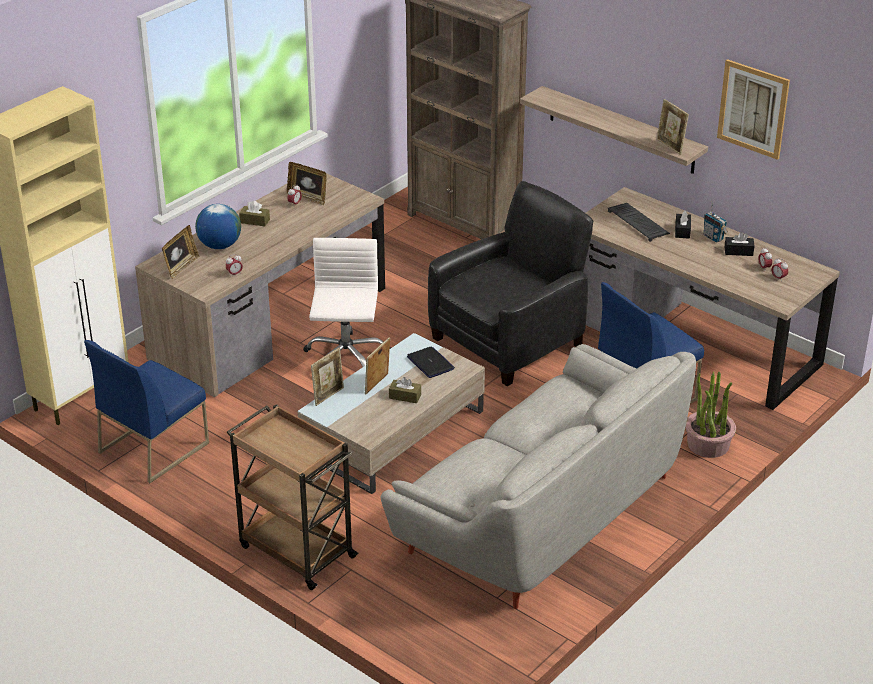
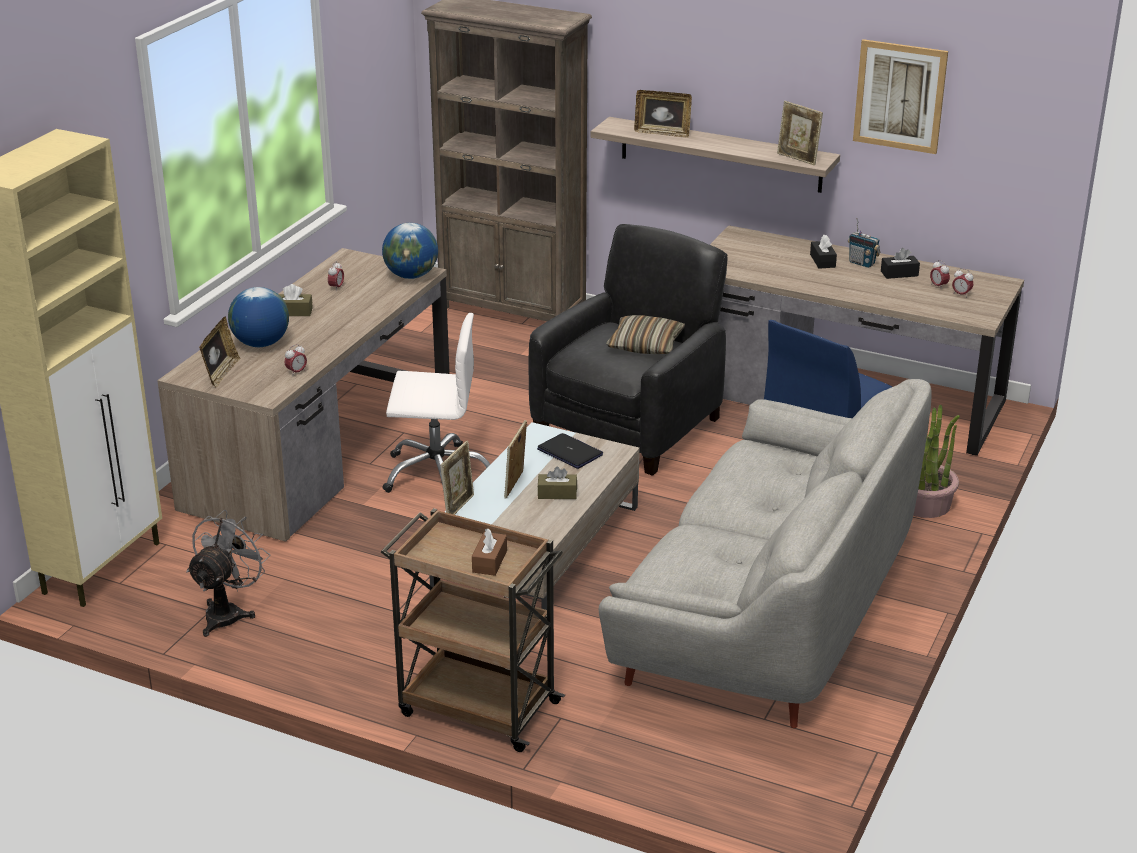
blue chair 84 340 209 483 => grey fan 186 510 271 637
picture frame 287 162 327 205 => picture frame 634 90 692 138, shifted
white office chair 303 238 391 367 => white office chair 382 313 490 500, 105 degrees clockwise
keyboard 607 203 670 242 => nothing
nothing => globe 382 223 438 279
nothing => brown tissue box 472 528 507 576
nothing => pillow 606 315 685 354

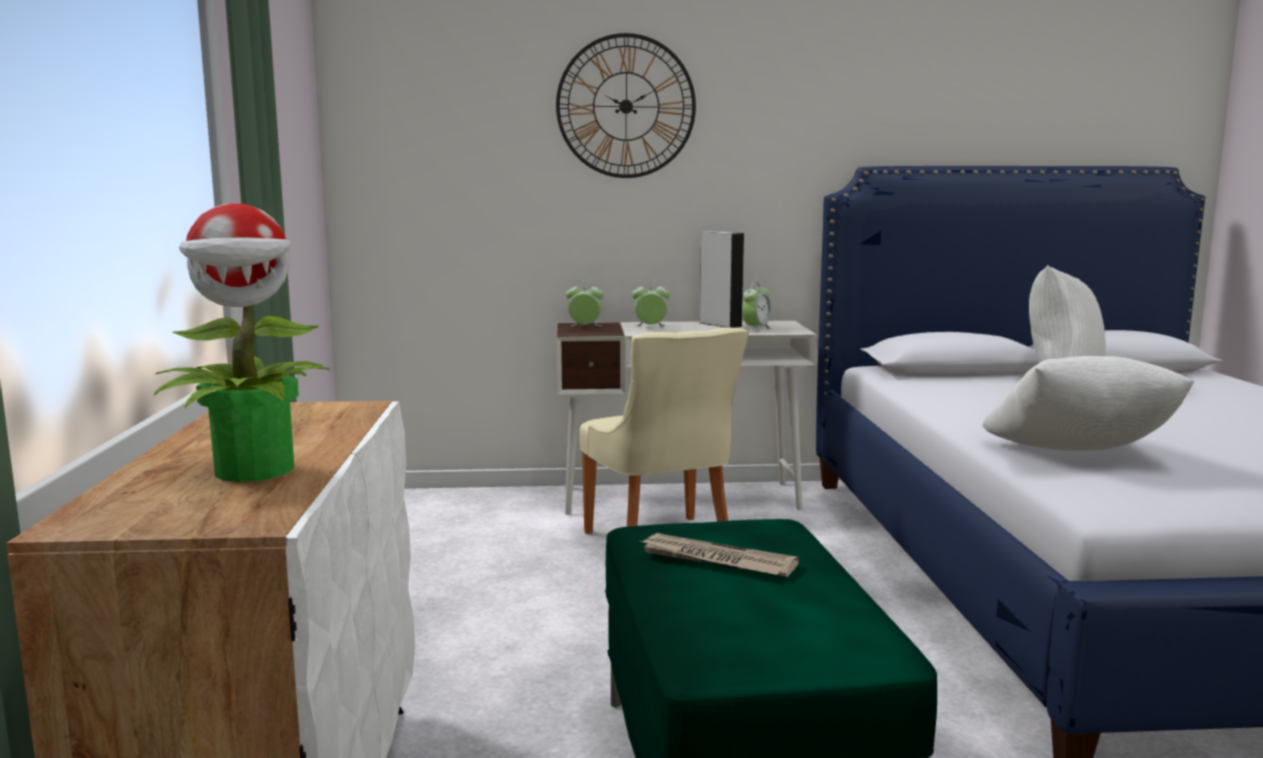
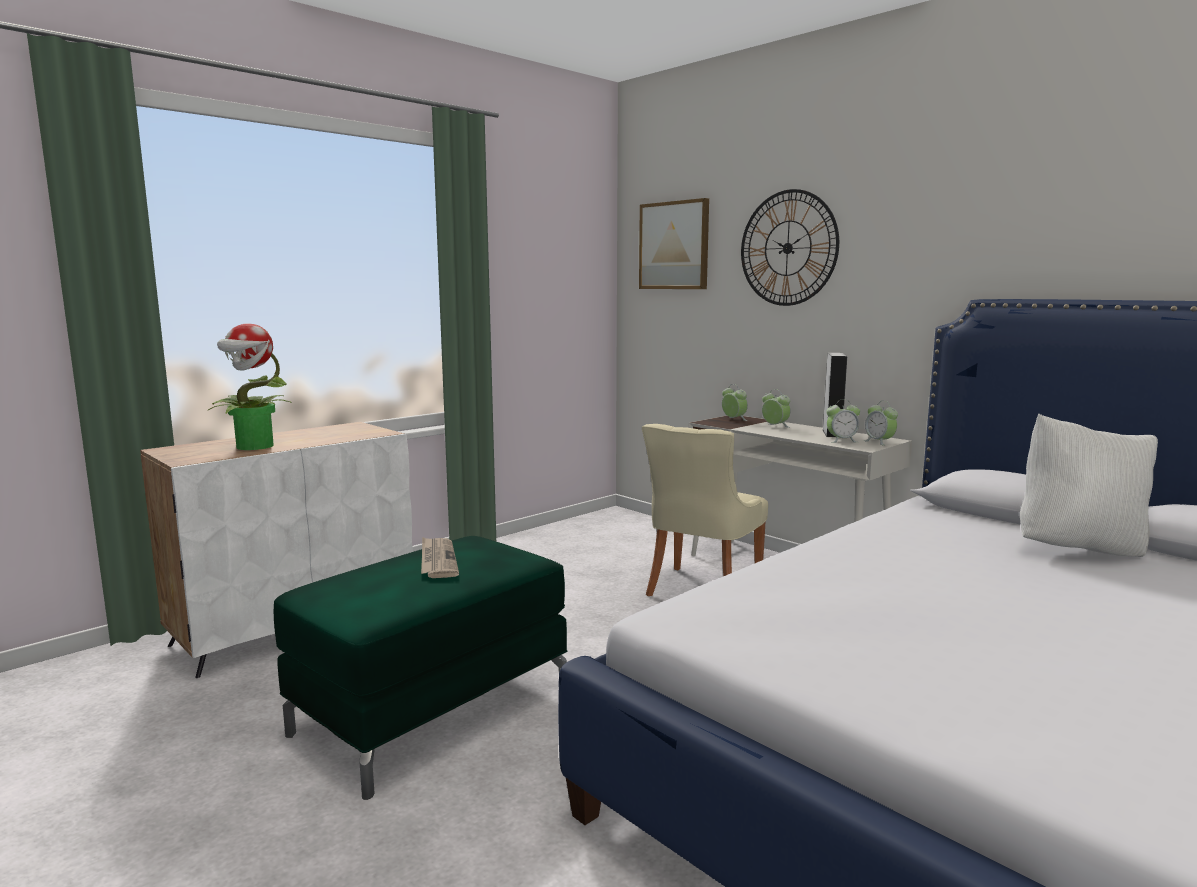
white pillow 982 356 1194 451 => nothing
nothing => picture 639 198 709 289
nothing => alarm clock 863 401 898 446

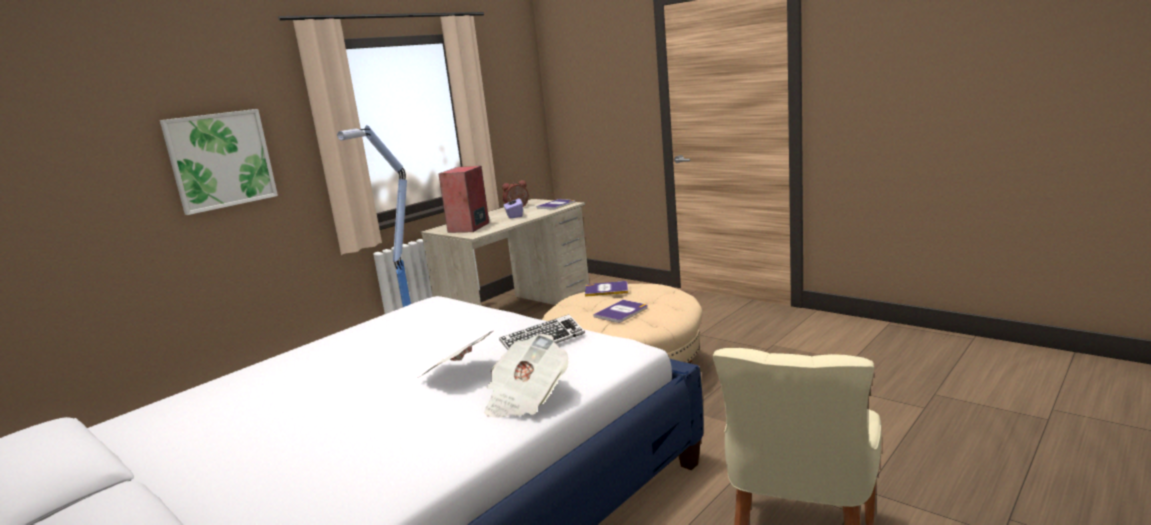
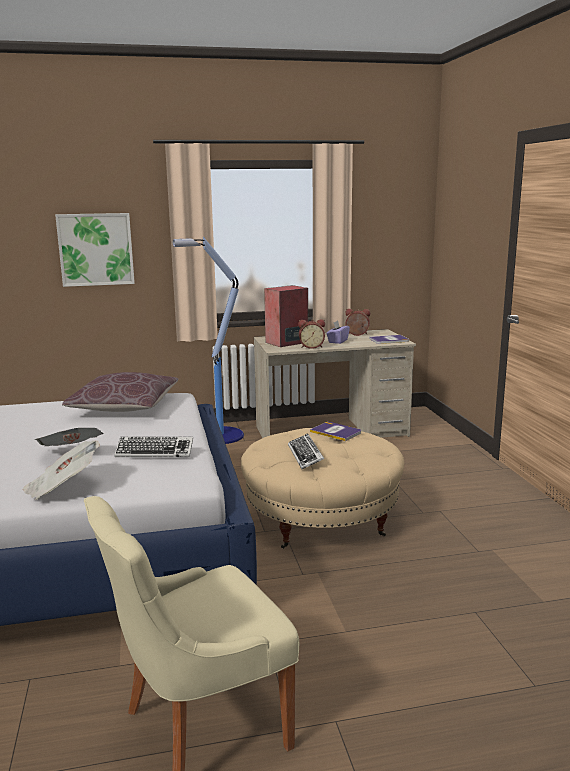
book 593 300 648 323 => keyboard 288 434 324 469
nothing => brown pillow 62 372 178 412
nothing => alarm clock 298 319 325 349

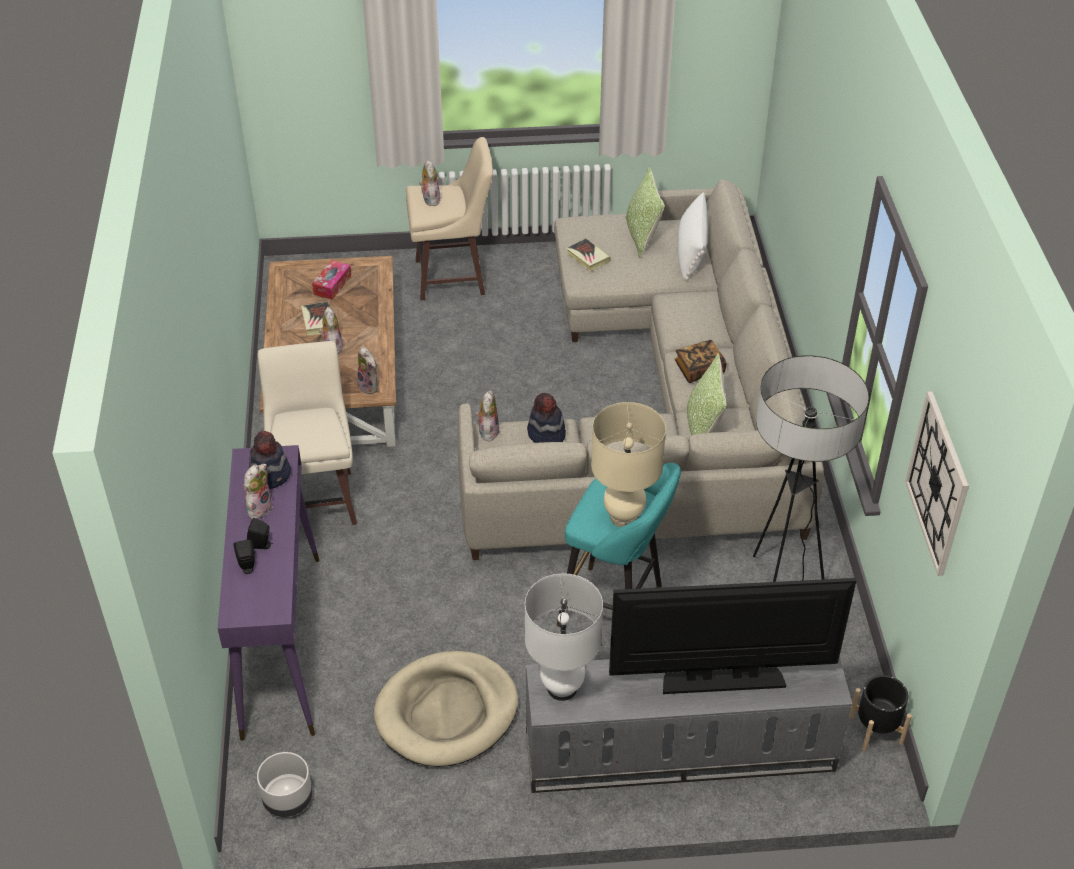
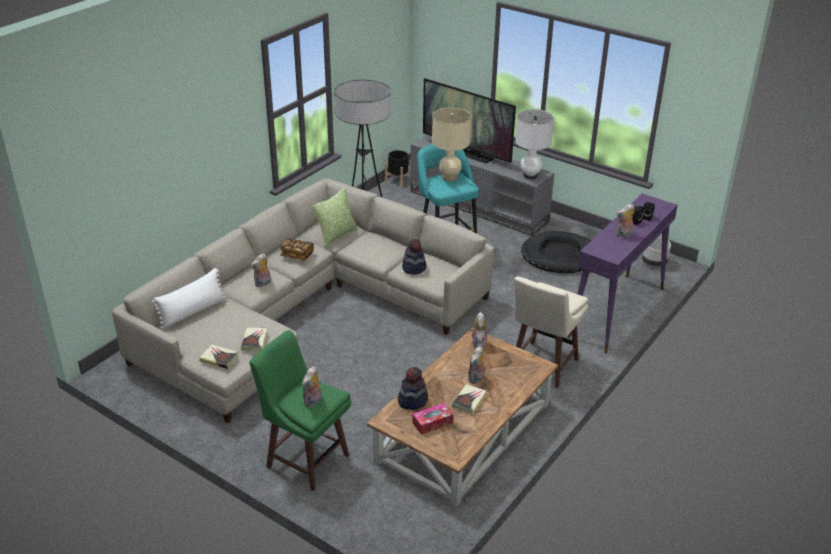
hat 249 431 291 489 => hat 398 367 428 410, shifted
beige dog bed 374 651 518 767 => black dog bed 521 231 591 273
beige stool 406 137 493 300 => green stool 249 330 351 492
plush toy 475 391 499 441 => plush toy 251 253 271 287, shifted
pillow 625 167 665 258 => nothing
wall clock 905 391 969 576 => nothing
nothing => book 199 344 238 369

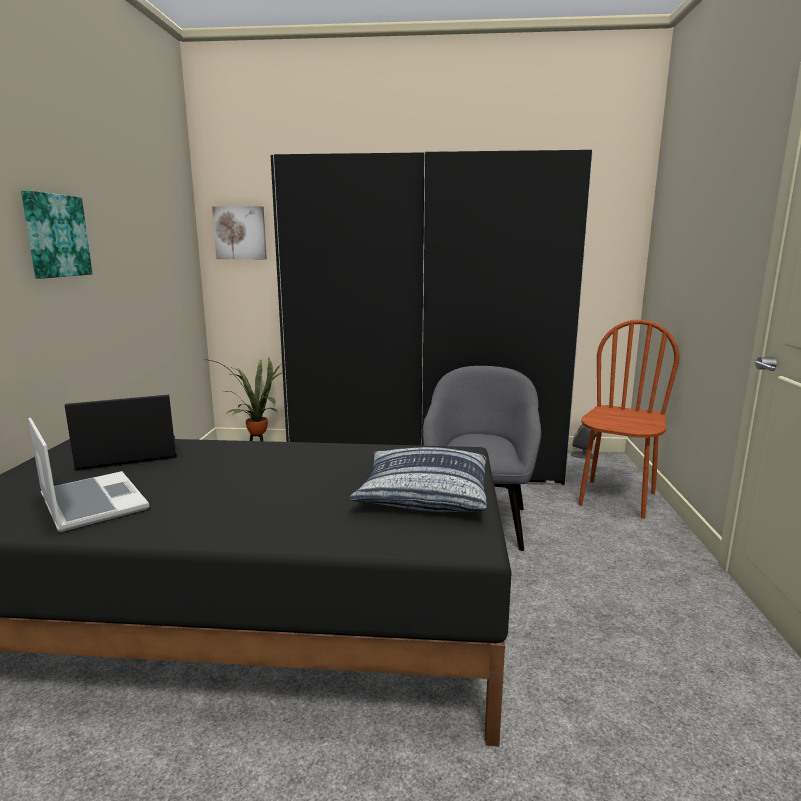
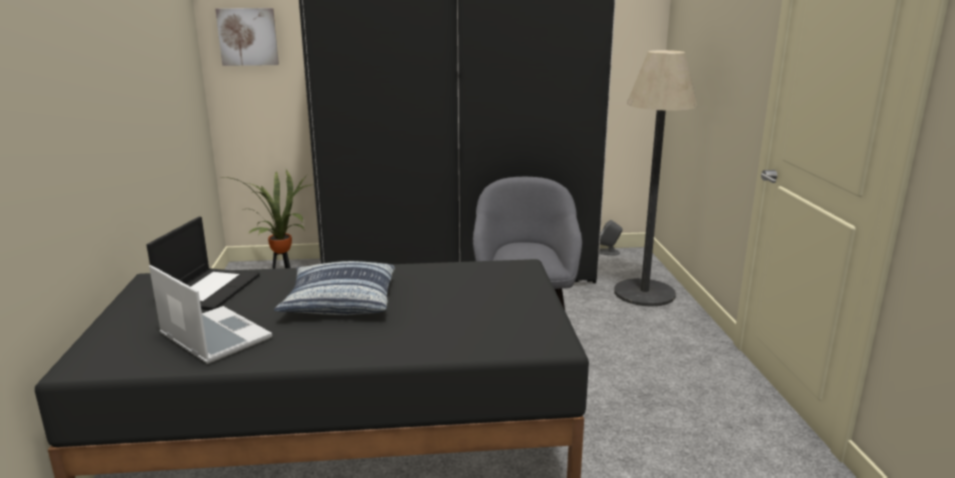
picture 21 191 92 278 => nothing
laptop 65 395 177 470 => laptop 146 217 260 310, 135 degrees clockwise
pillow 349 447 487 512 => pillow 274 261 395 315, shifted
brown chair 579 319 679 519 => floor lamp 614 50 698 307

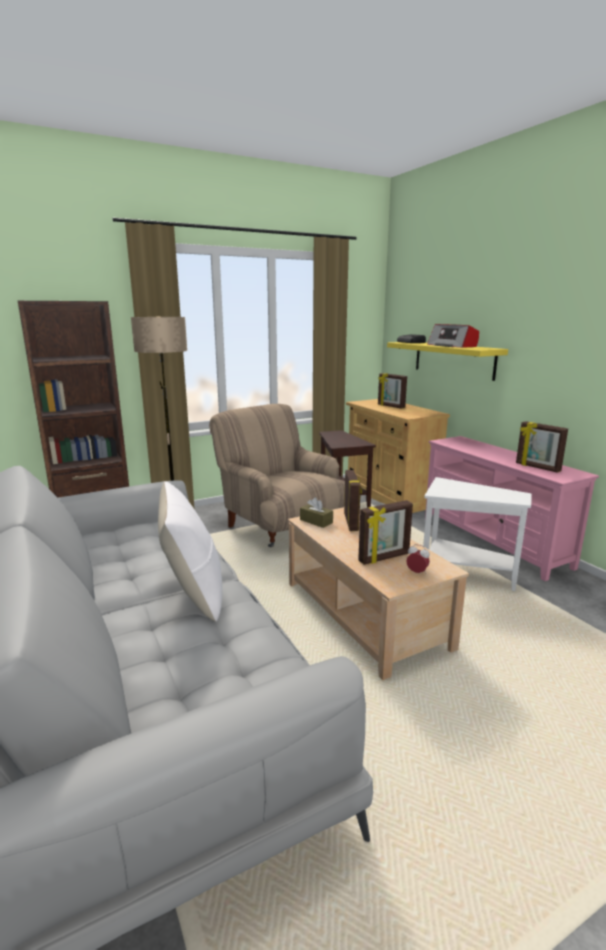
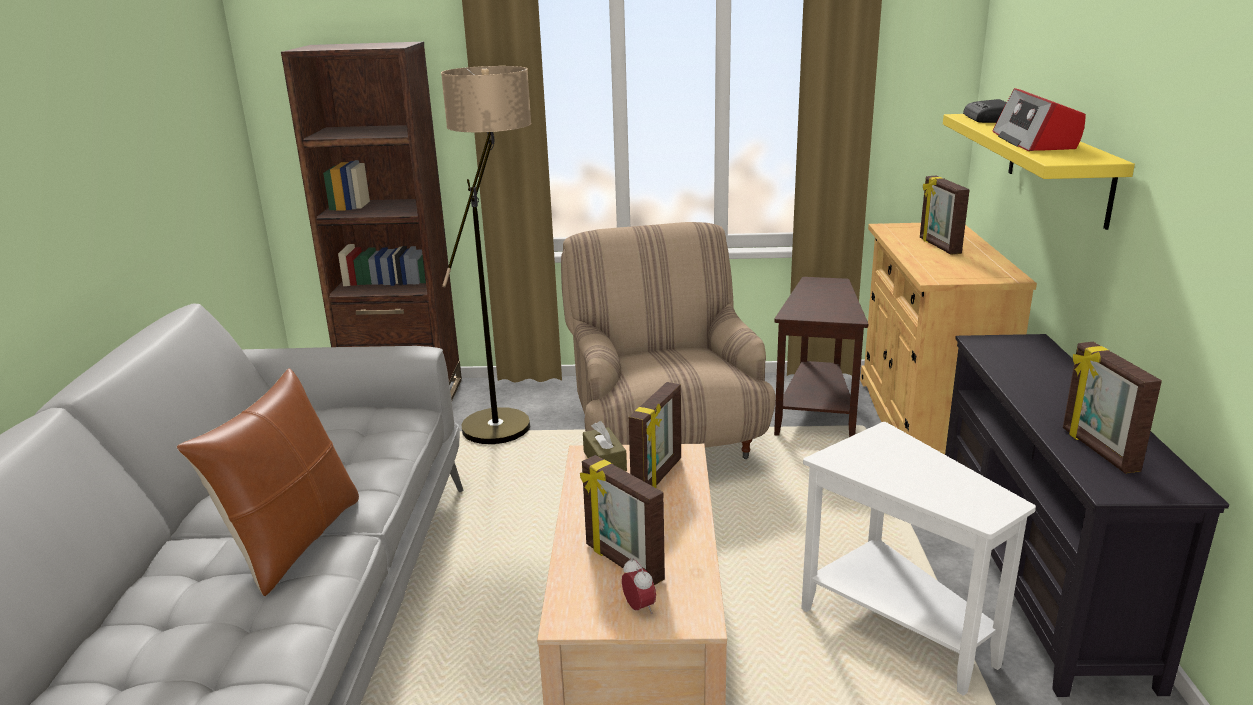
white pillow 158 481 222 622 => brown pillow 177 368 359 596
picture frame 358 500 413 565 => picture frame 580 455 665 585, 45 degrees clockwise
pink tv stand 425 436 599 581 => black tv stand 945 334 1229 697

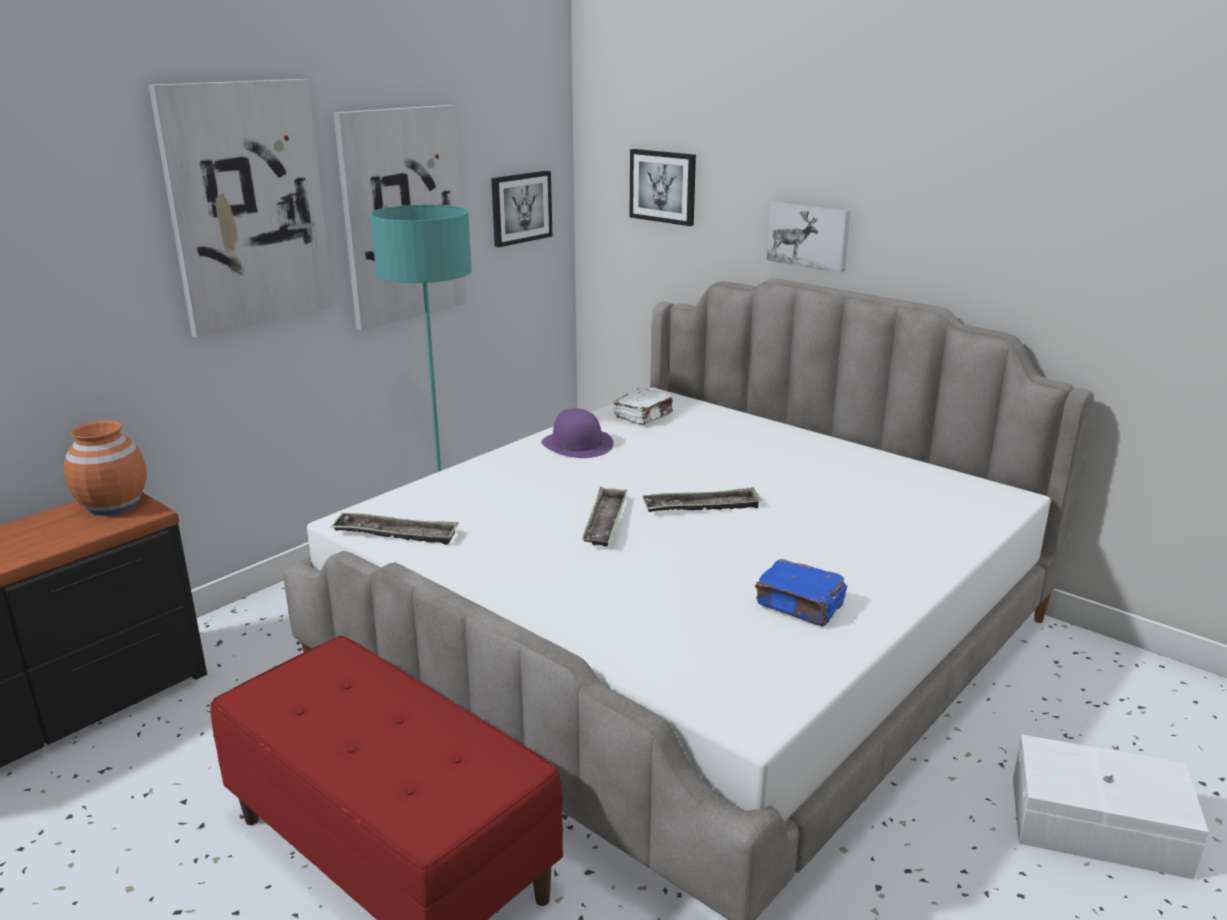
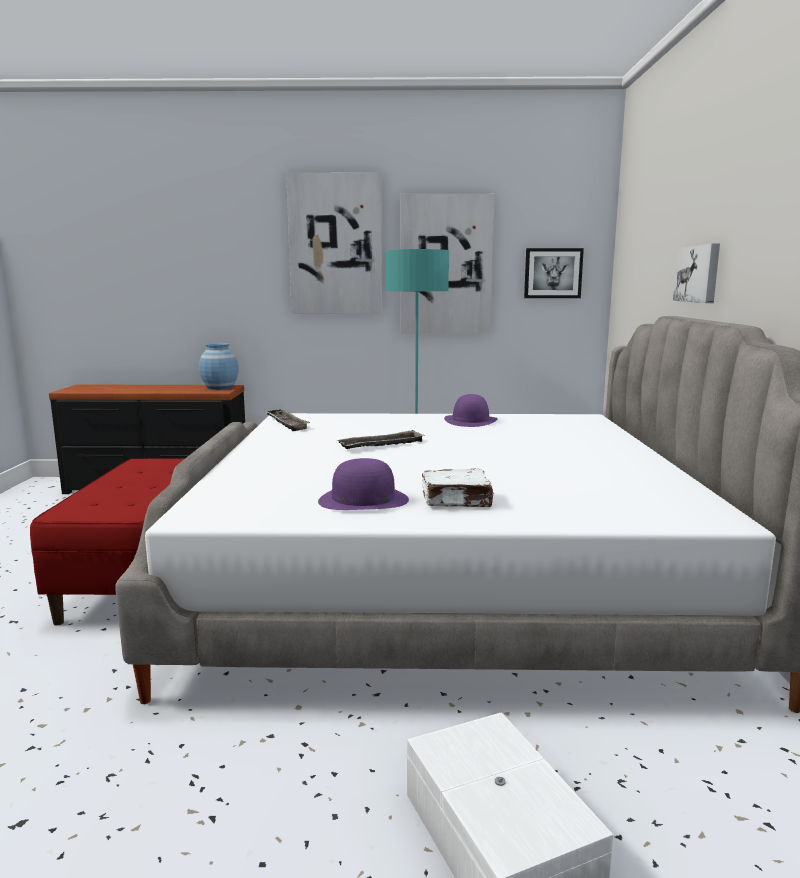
orange vase 64 421 147 516 => blue vase 199 343 239 390
white book 613 388 673 425 => white book 421 468 494 507, shifted
picture 630 149 696 226 => nothing
tray 642 487 762 512 => nothing
blue book 755 559 847 626 => purple hat 318 458 409 510

